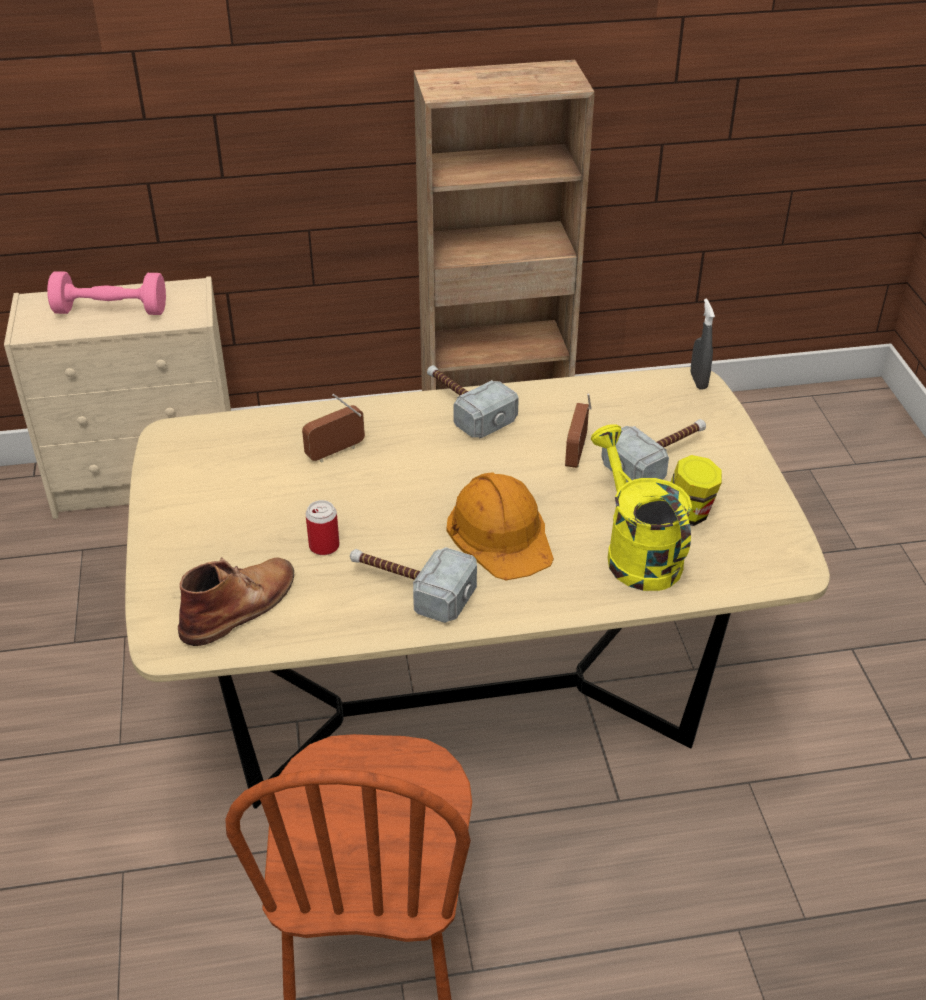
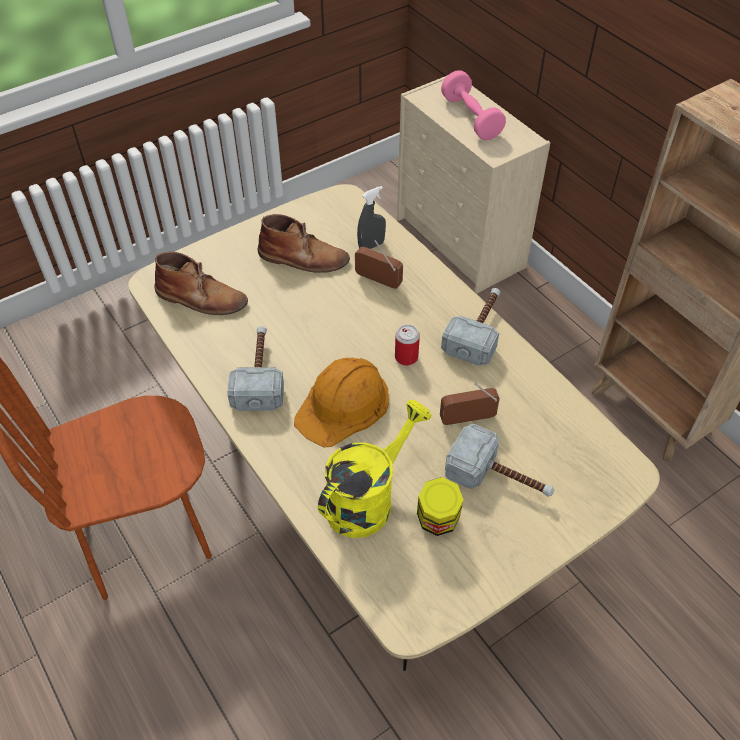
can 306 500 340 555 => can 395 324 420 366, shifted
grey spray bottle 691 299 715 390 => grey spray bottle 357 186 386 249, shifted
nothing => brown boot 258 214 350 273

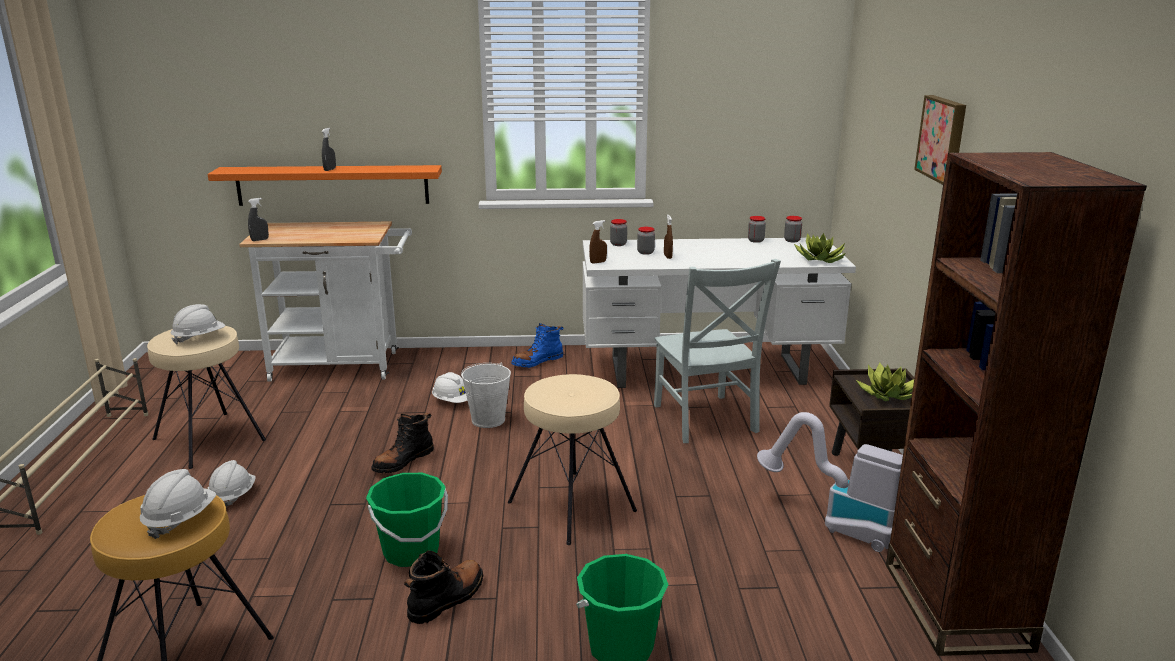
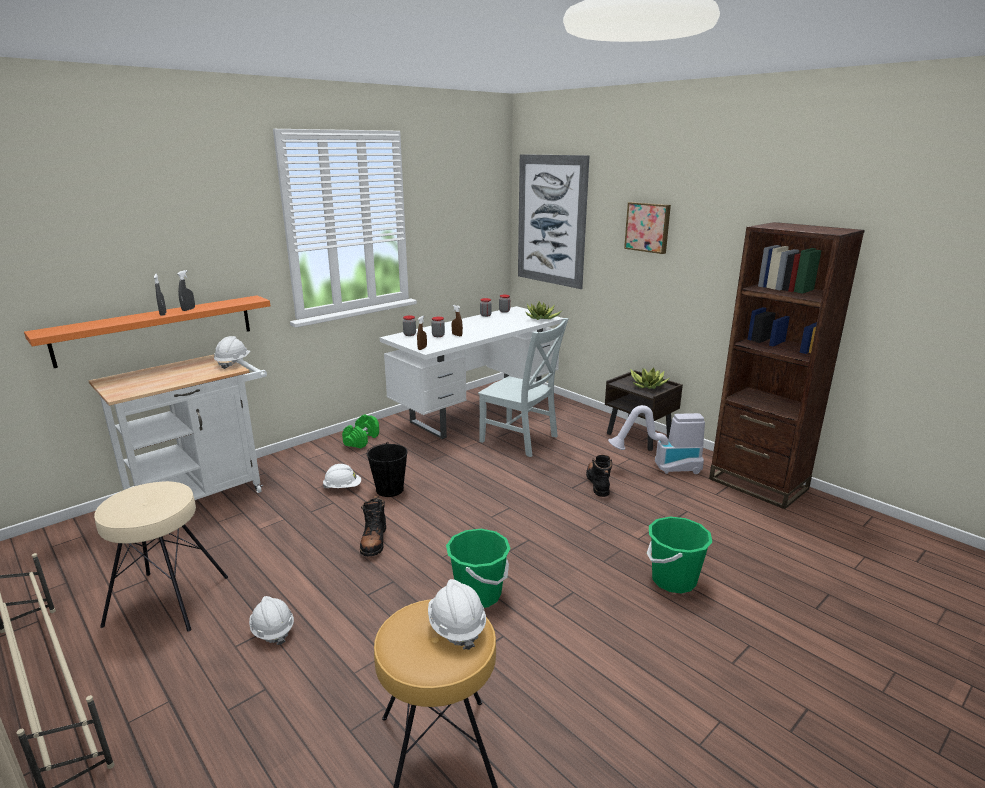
white hard hat 171 304 225 345 => white hard hat 214 336 250 369, shifted
grey spray bottle 248 198 269 241 => grey spray bottle 177 270 195 311, shifted
black boot 404 550 483 624 => black boot 586 455 612 497, shifted
white bucket 461 363 511 428 => black bucket 367 442 408 497
beige stool 508 374 637 545 => nothing
blue boot 512 323 563 368 => green dumbbell 342 414 379 448
nothing => picture 518 154 590 289

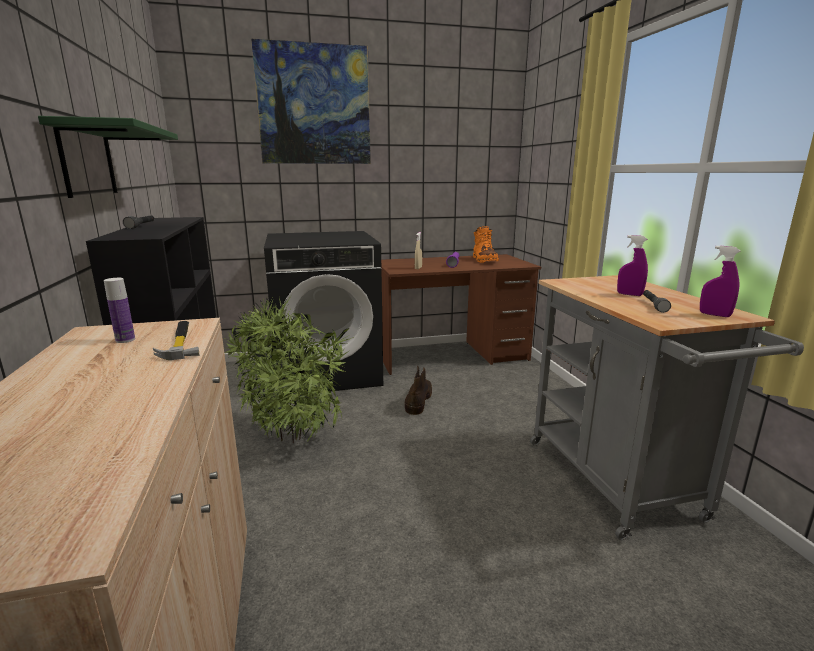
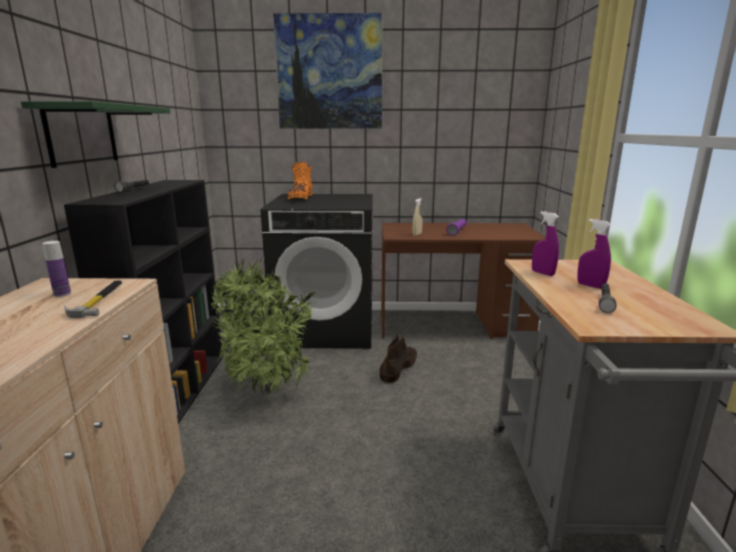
orange boot 473 226 499 263 => orange boot 288 161 312 200, shifted
purple spray bottle 700 245 740 317 => purple spray bottle 532 211 559 276, shifted

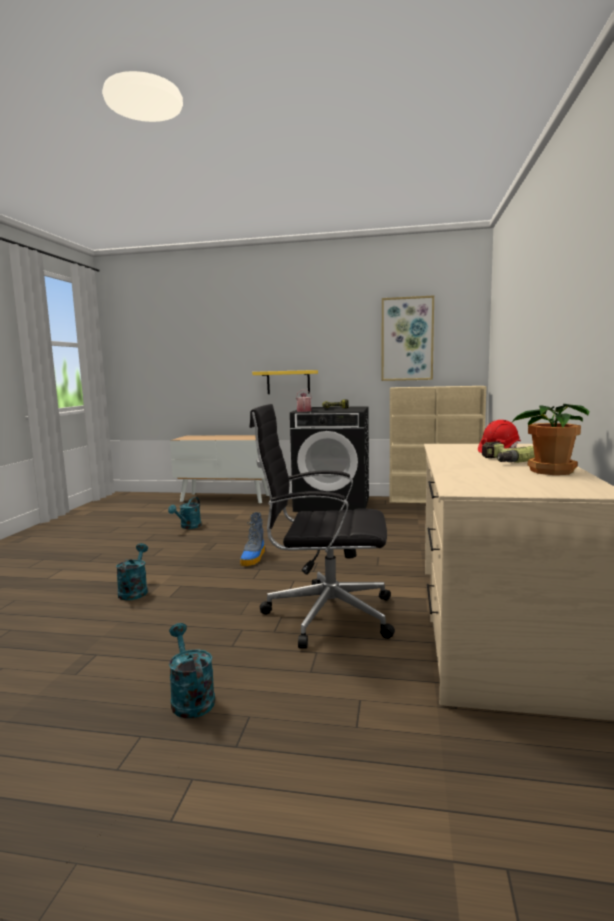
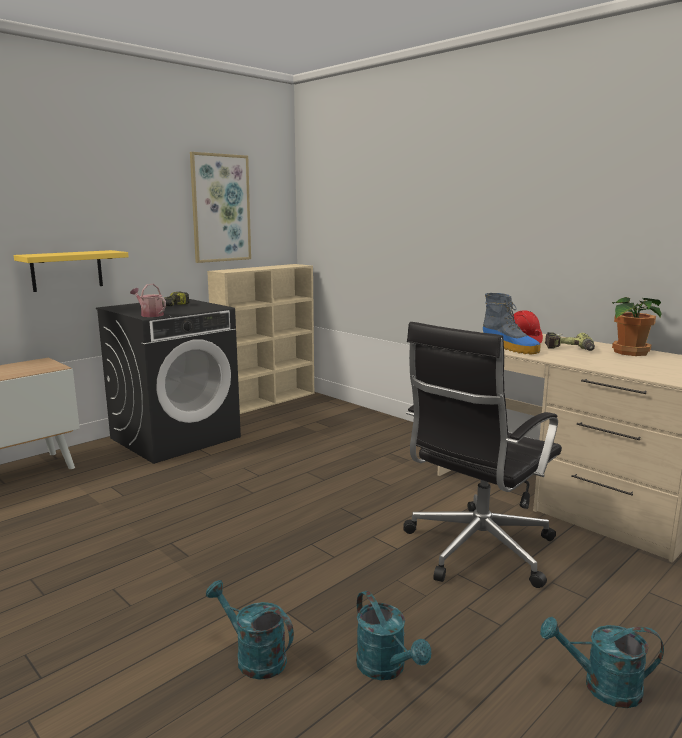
turquoise watering can 168 497 201 529 => turquoise watering can 356 591 431 680, shifted
boot 240 512 265 566 => boot 483 293 541 354, shifted

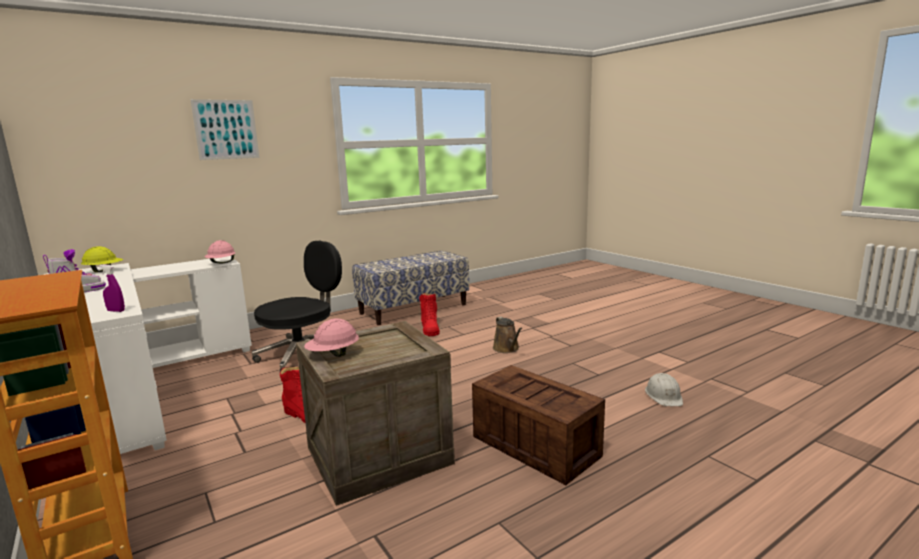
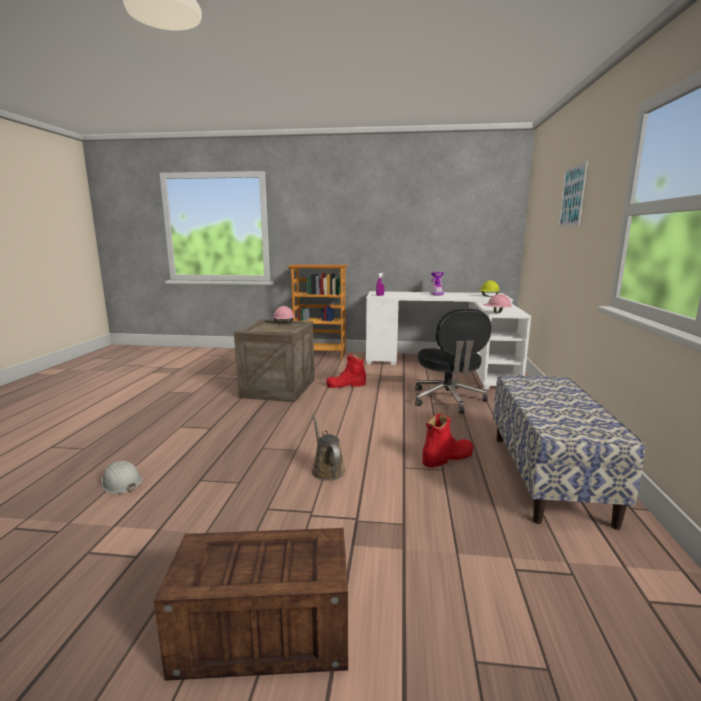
red boot 419 293 440 336 => red boot 423 414 473 467, 120 degrees clockwise
crate 472 365 605 485 => crate 154 528 348 681, shifted
brown watering can 493 317 522 353 => brown watering can 312 414 345 481, 45 degrees clockwise

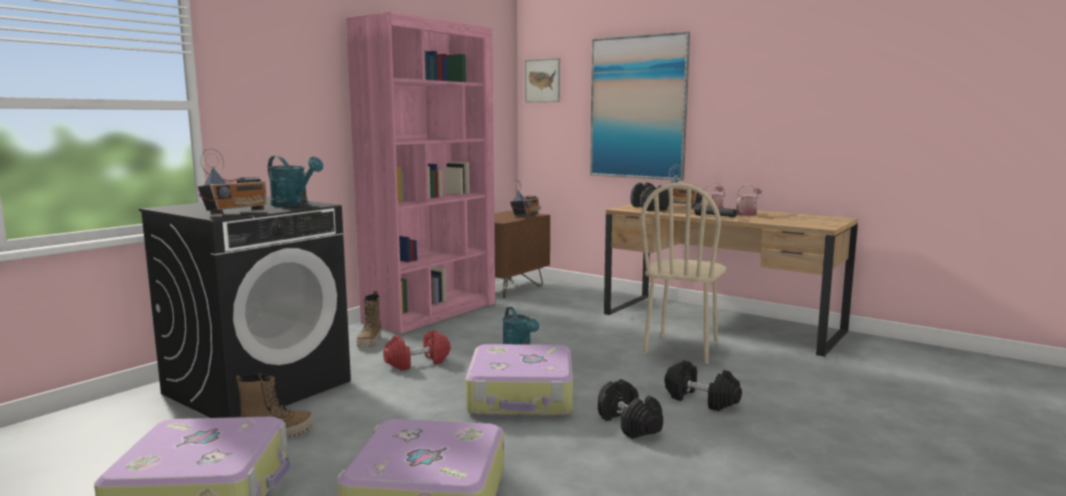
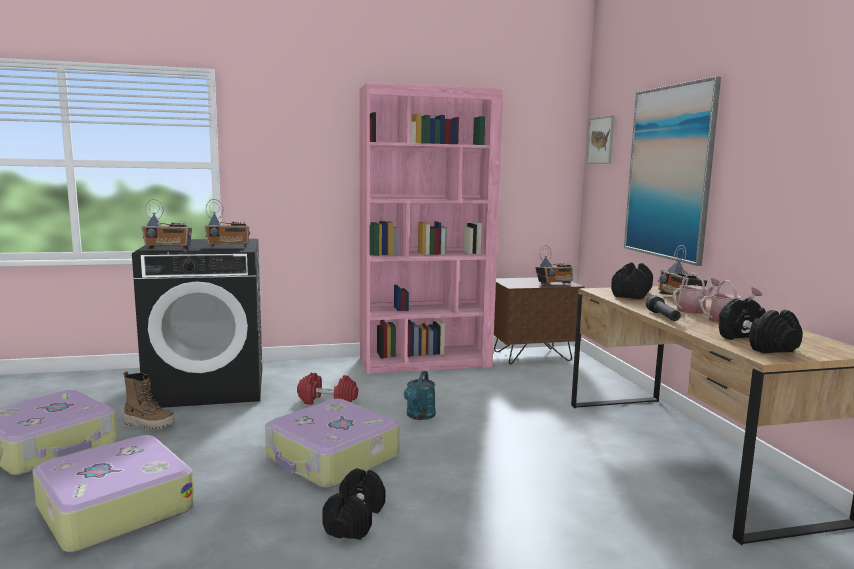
turquoise watering can 268 156 323 207 => radio 204 199 250 247
boot 356 291 382 347 => nothing
beige chair 640 182 726 364 => nothing
black dumbbell 664 361 742 411 => black dumbbell 719 298 803 353, shifted

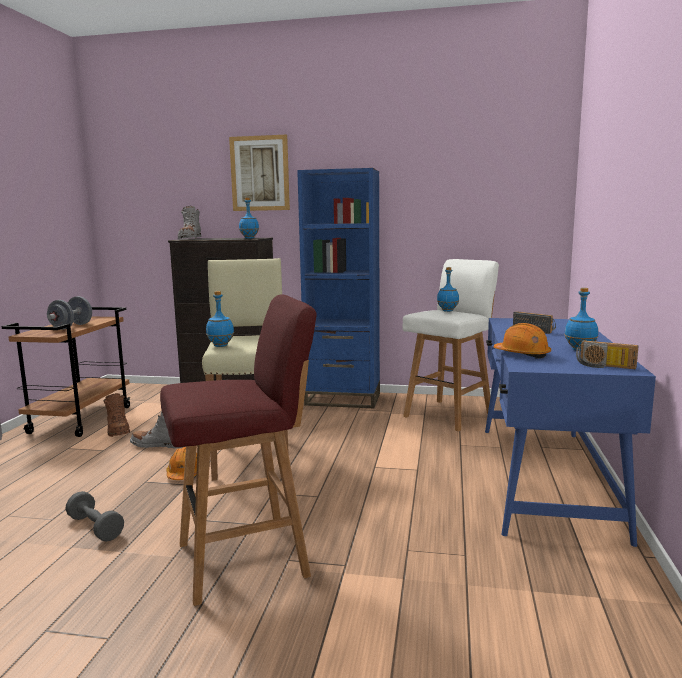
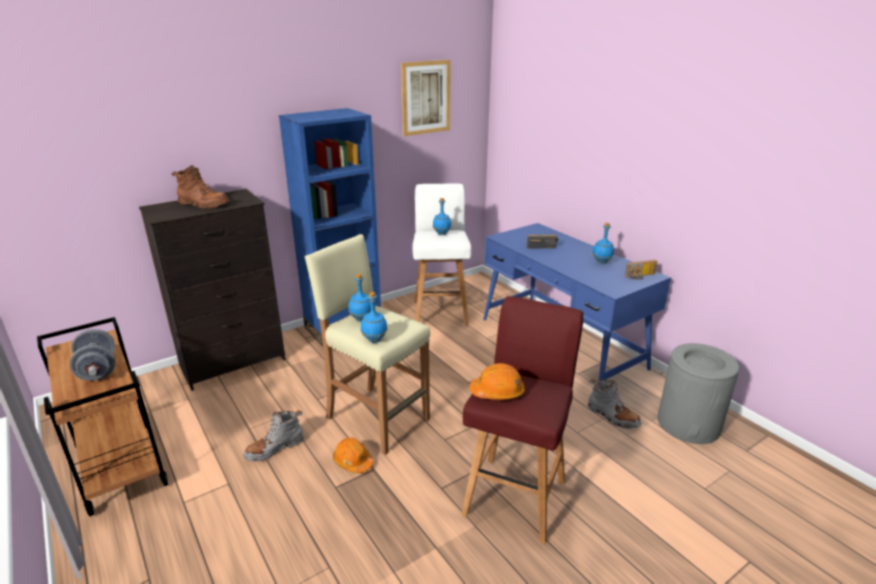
grey dumbbell 65 491 124 542 => nothing
brown boot 103 393 130 437 => brown boot 171 165 230 208, shifted
grey boot 178 206 201 239 => grey boot 588 379 642 429, shifted
picture 229 134 290 211 => picture 401 60 451 136, shifted
blue bottle 239 198 259 239 => blue bottle 348 274 371 322, shifted
orange hard hat 493 323 551 359 => orange hard hat 469 363 525 400, shifted
nothing => grey trash can 658 343 739 444

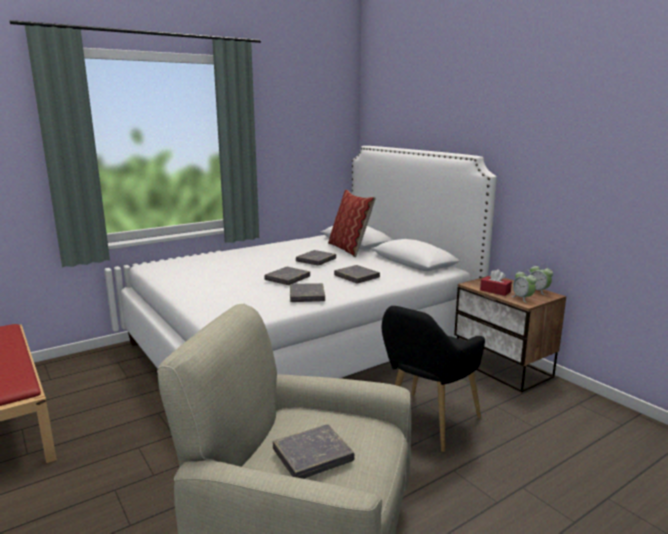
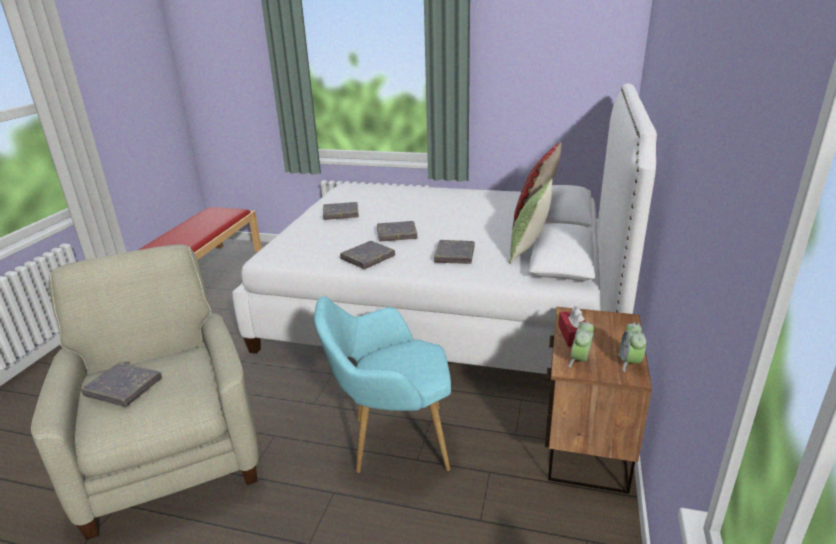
grey book 296 250 336 266 => grey book 323 202 359 220, shifted
black armchair 382 306 485 452 => turquoise armchair 314 296 451 473
nothing => pillow 509 178 553 264

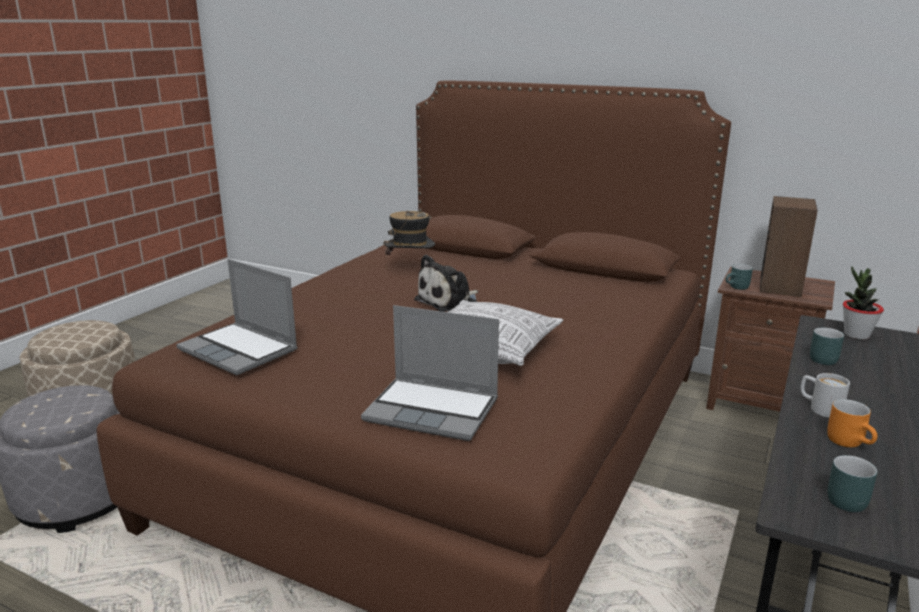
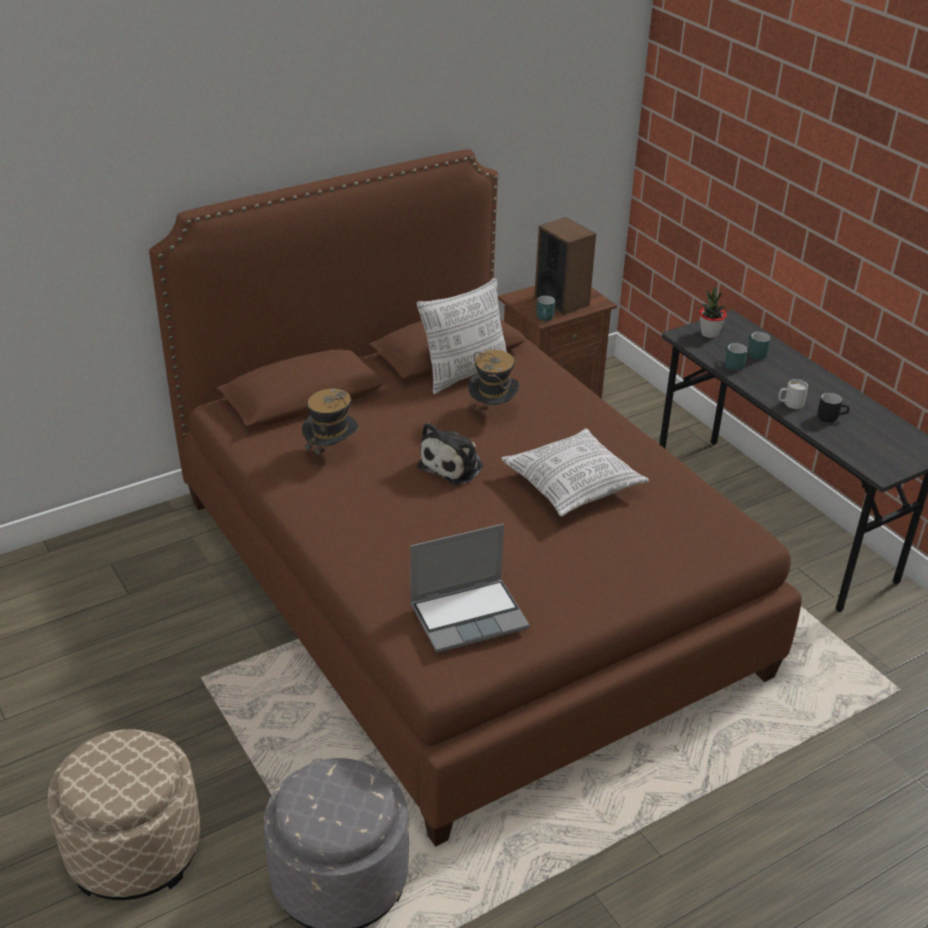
laptop 361 305 499 441 => nothing
plush toy 414 255 478 312 => plush toy 417 422 483 485, 45 degrees clockwise
orange mug 827 399 878 447 => black mug 818 393 850 422
turquoise mug 828 455 877 512 => turquoise mug 748 332 771 359, shifted
nothing => pillow 417 278 507 394
nothing => hat 468 350 520 405

